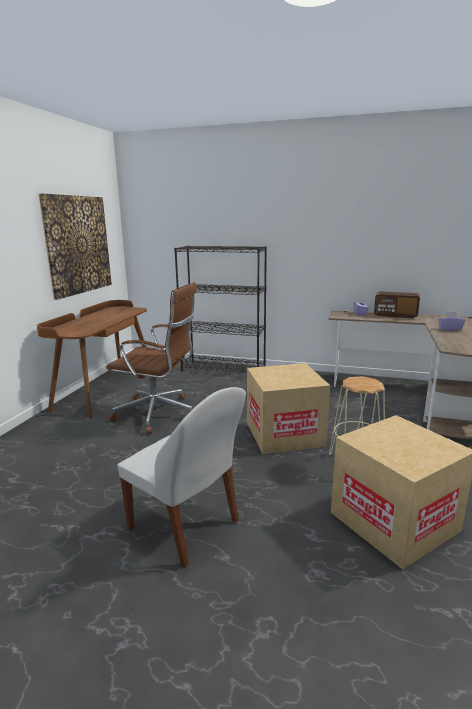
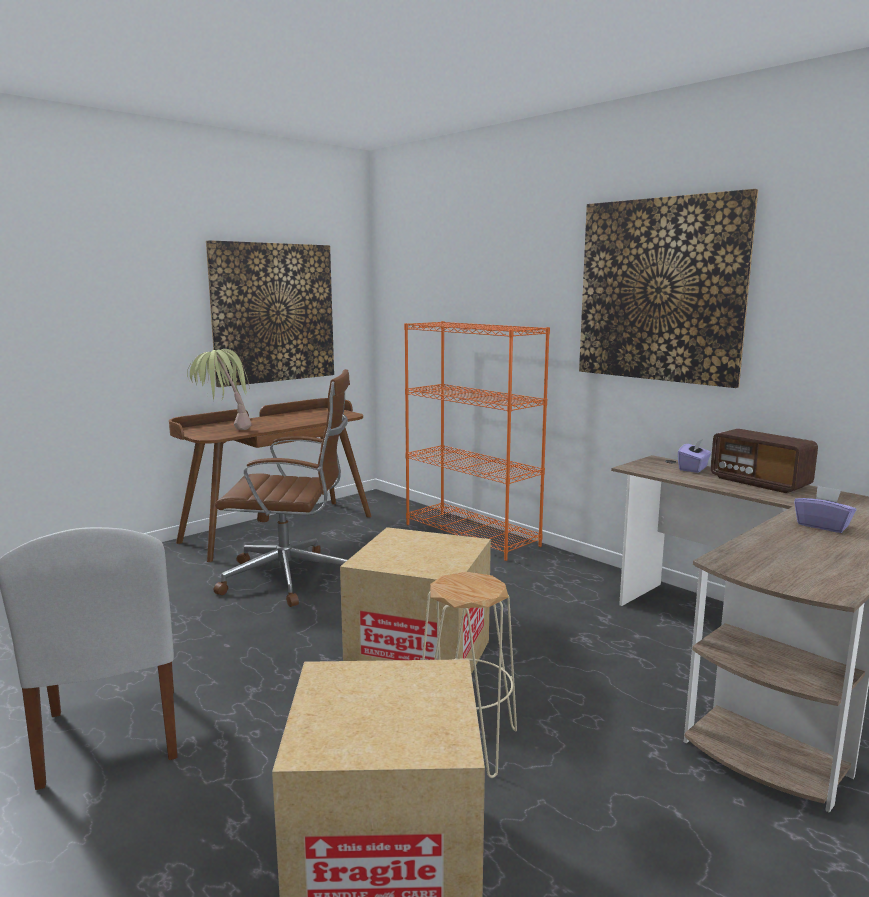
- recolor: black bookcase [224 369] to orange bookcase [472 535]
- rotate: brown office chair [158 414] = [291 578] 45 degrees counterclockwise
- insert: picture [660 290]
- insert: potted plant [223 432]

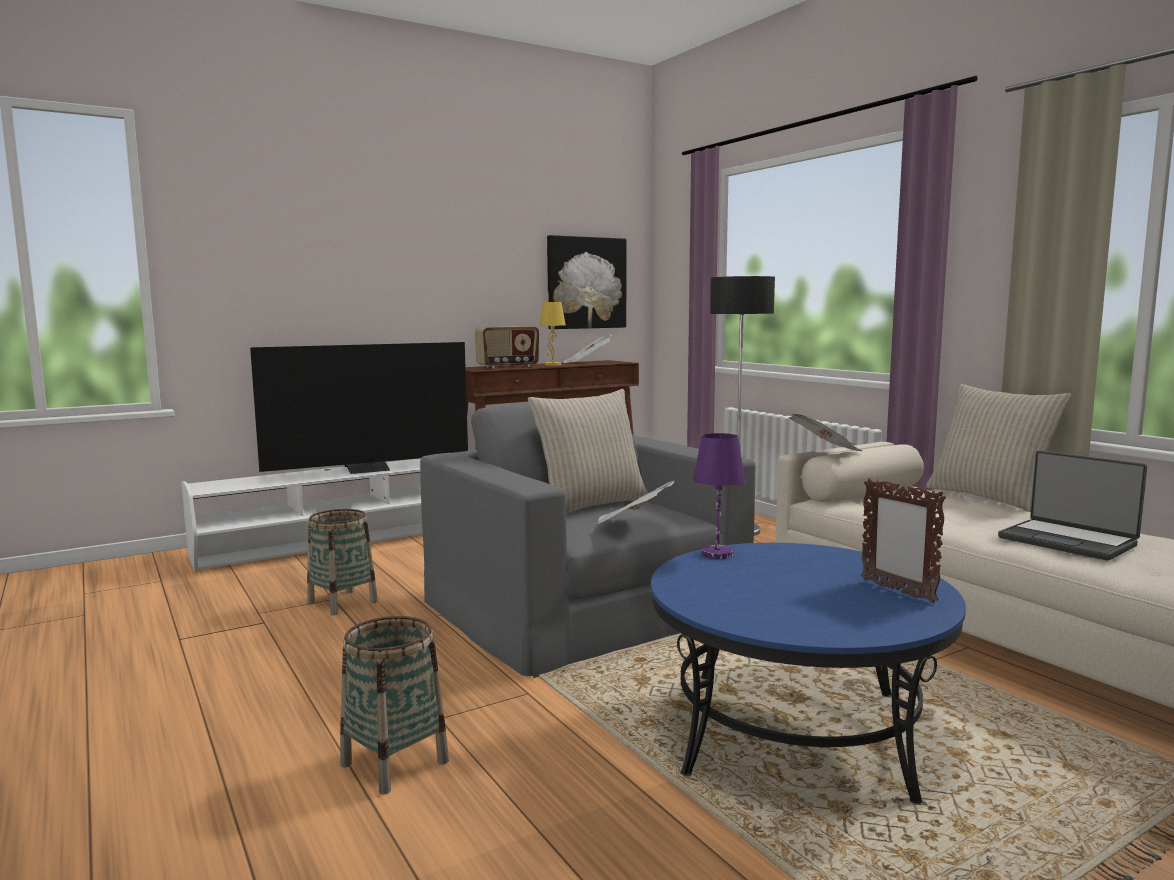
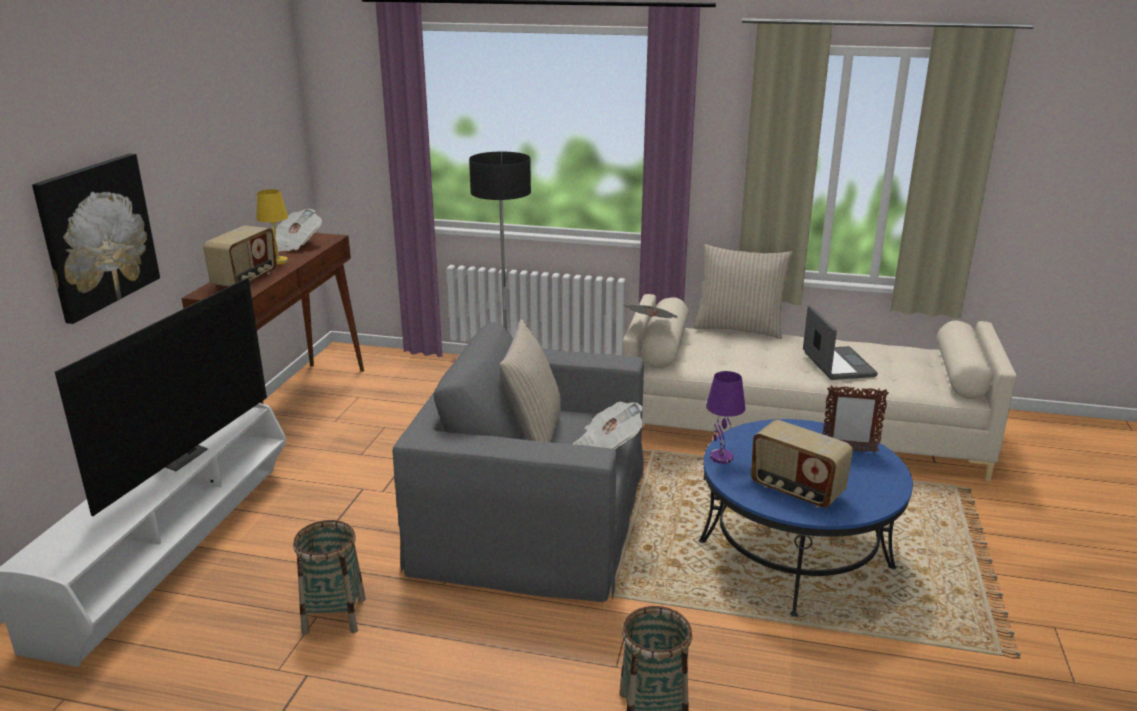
- move: picture [586 283] to [97 235]
- rotate: laptop [1068 541] = [837 364] 105 degrees counterclockwise
- insert: radio [796 490]

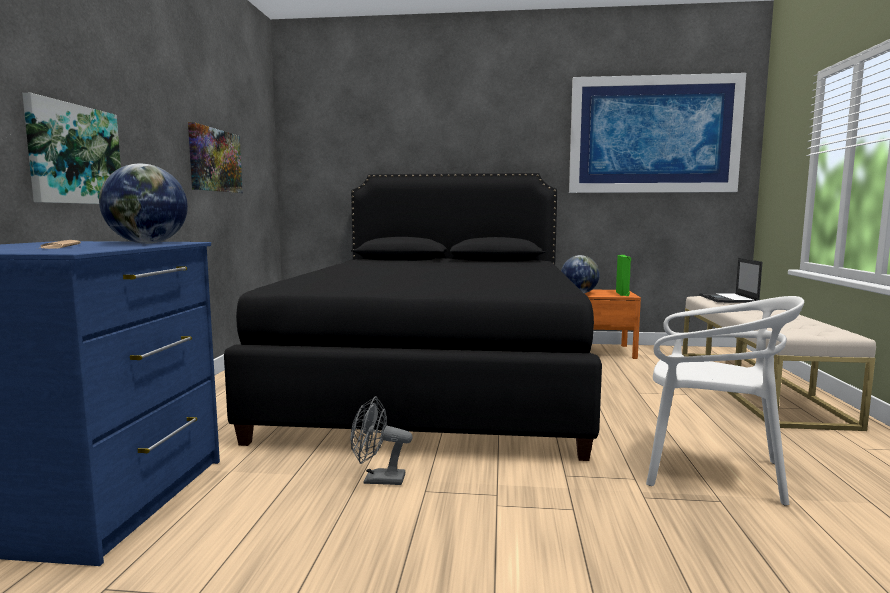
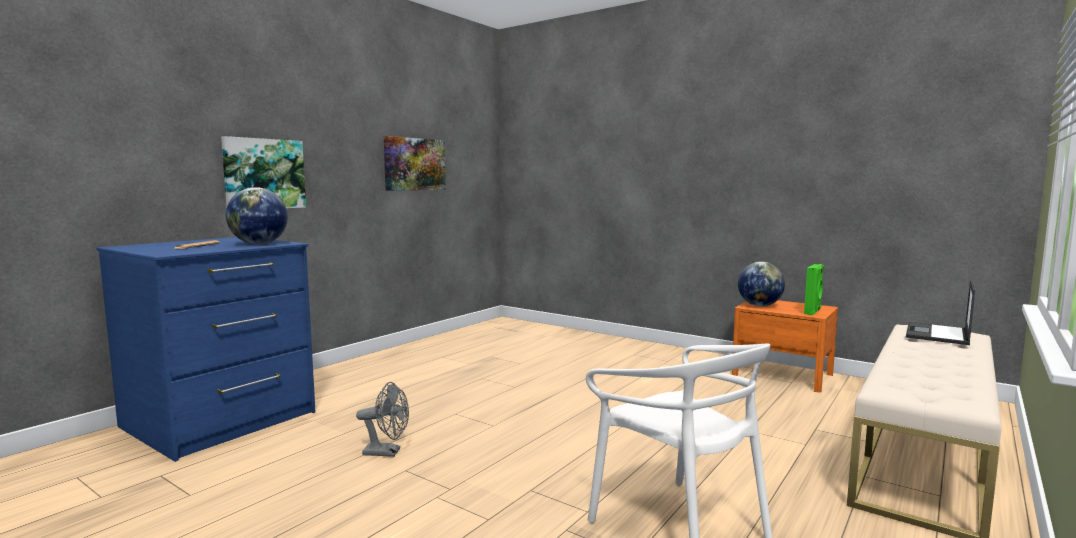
- delete: picture [653 135]
- delete: black bed [436 380]
- rotate: grey fan [377 480] = [387 452] 150 degrees clockwise

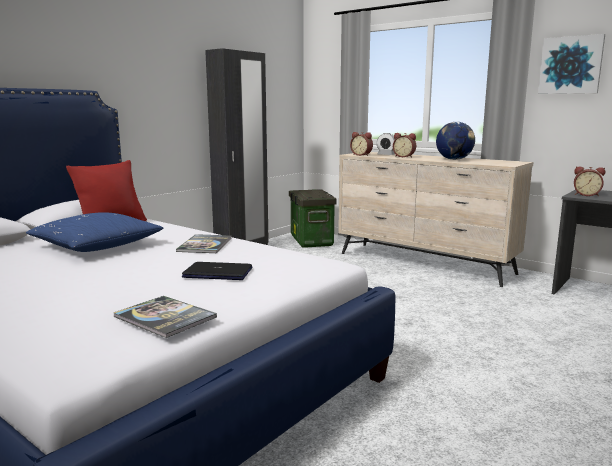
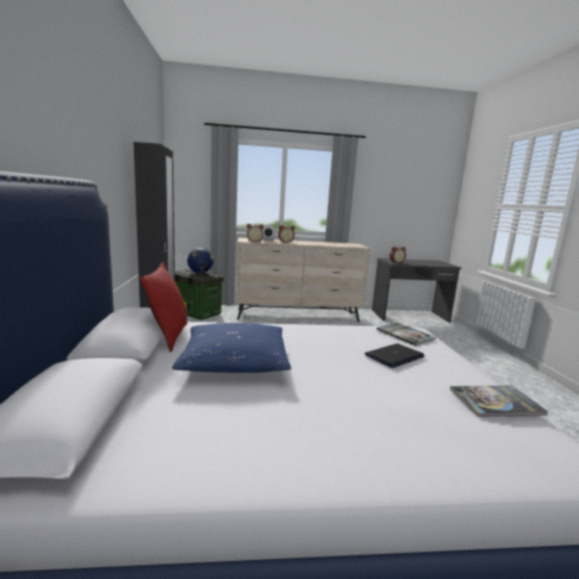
- delete: picture [571 65]
- move: globe [454 159] to [200 273]
- move: book [205 245] to [405 334]

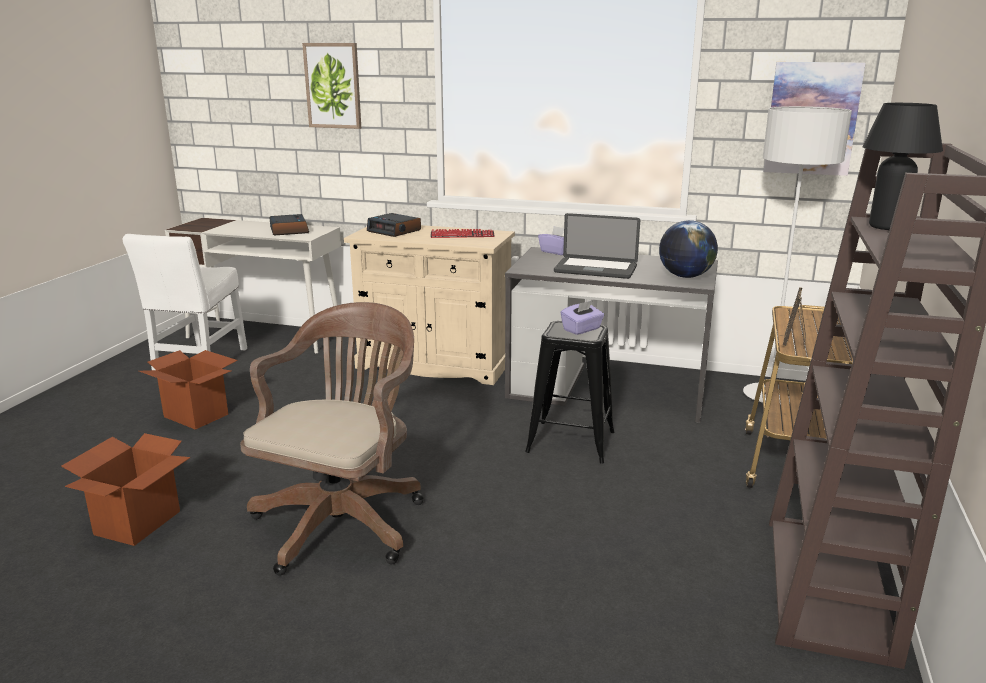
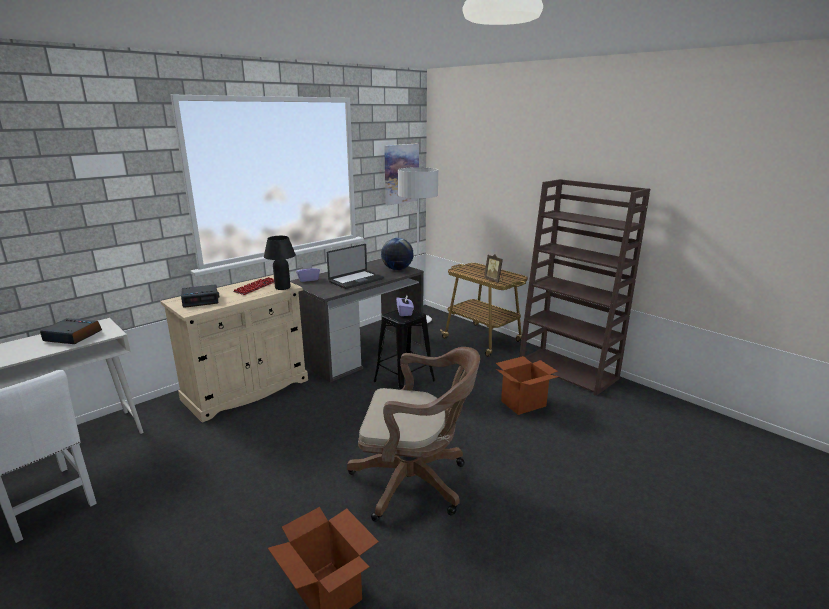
- delete: picture [333 86]
- move: black table lamp [887 227] to [282 288]
- rotate: brown office chair [344 520] = [415 482] 135 degrees clockwise
- move: cardboard box [196 415] to [523 403]

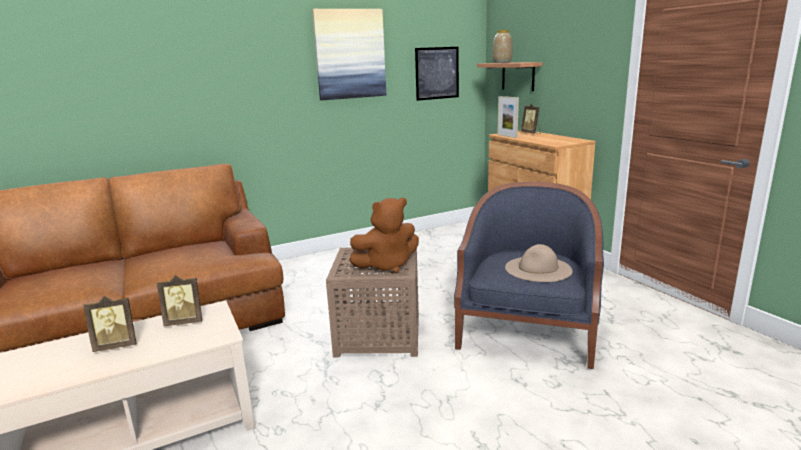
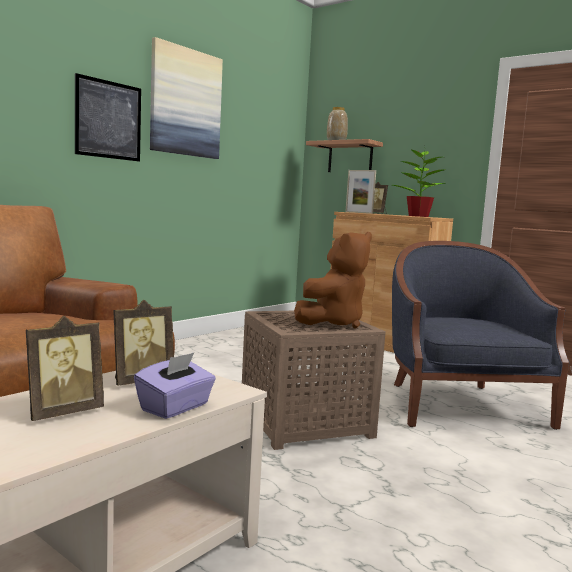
- move: picture [437 73] to [108 120]
- delete: beige hat [538 269]
- insert: potted plant [418 216]
- insert: purple tissue box [175 408]

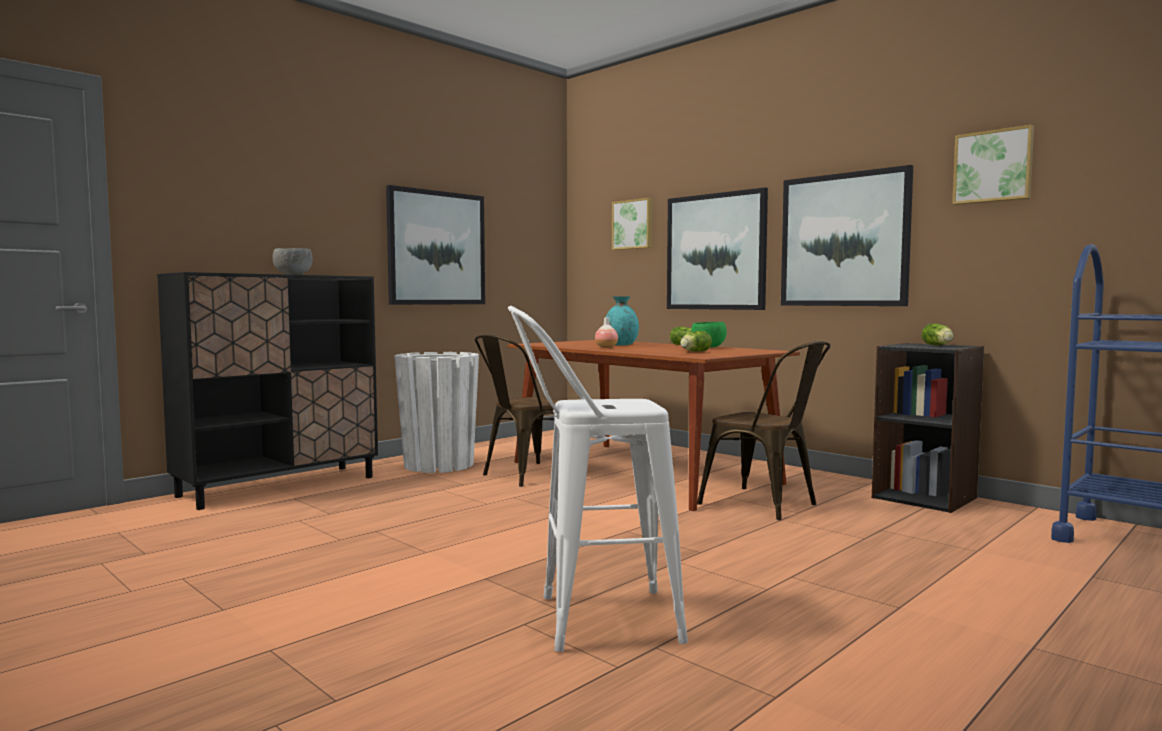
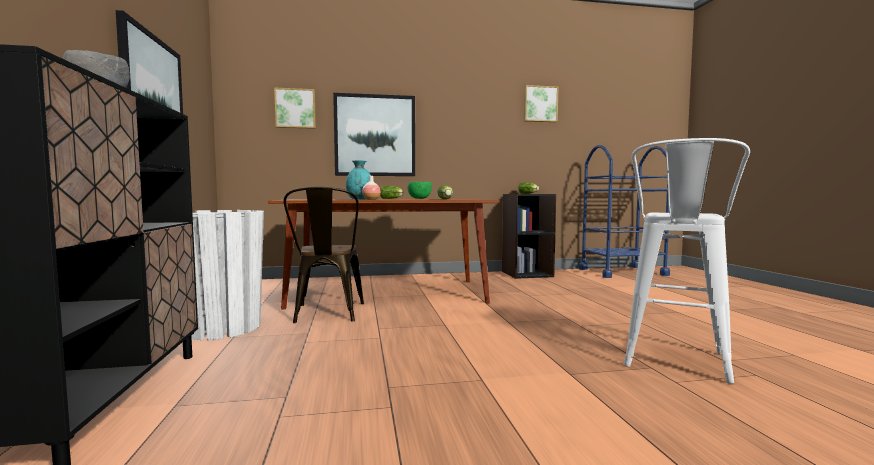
- delete: picture [844 240]
- delete: brown chair [766 505]

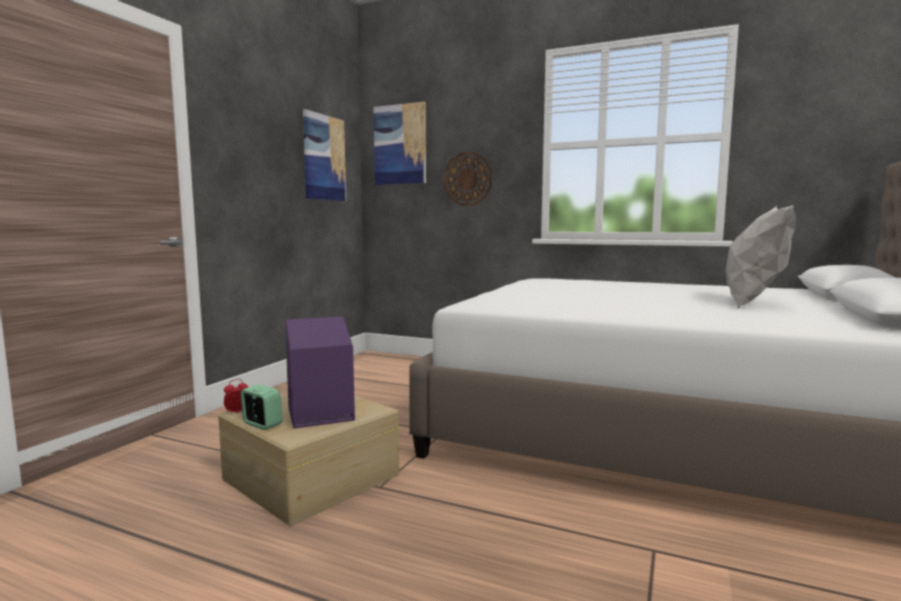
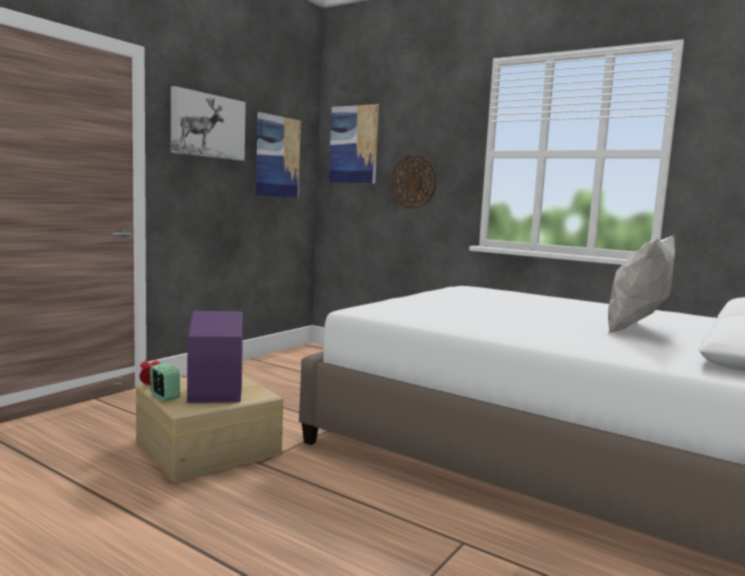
- insert: picture [208 126]

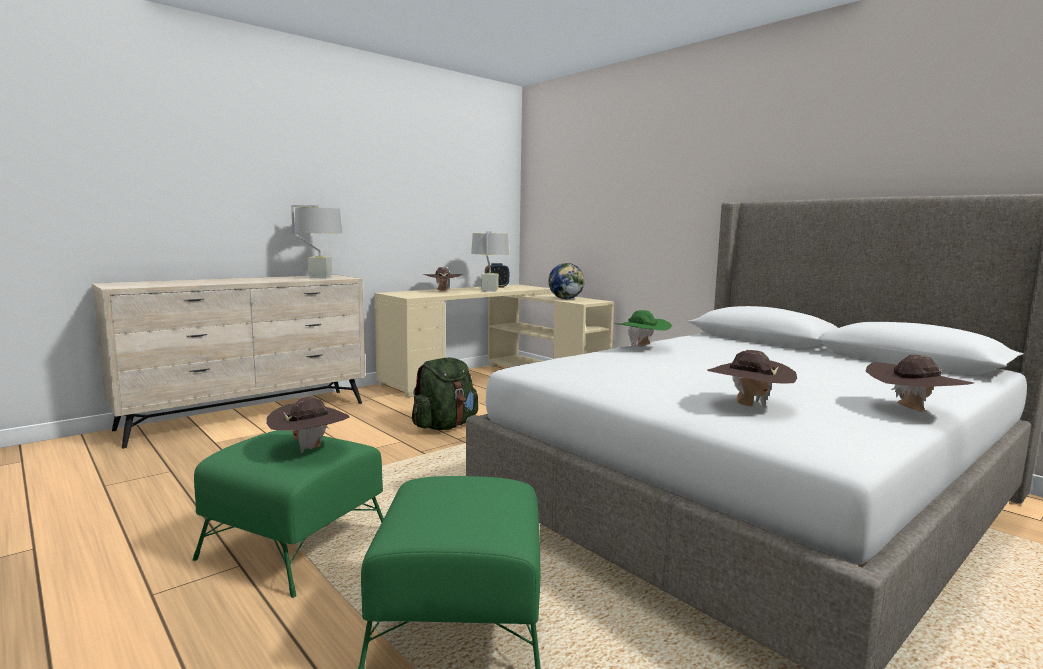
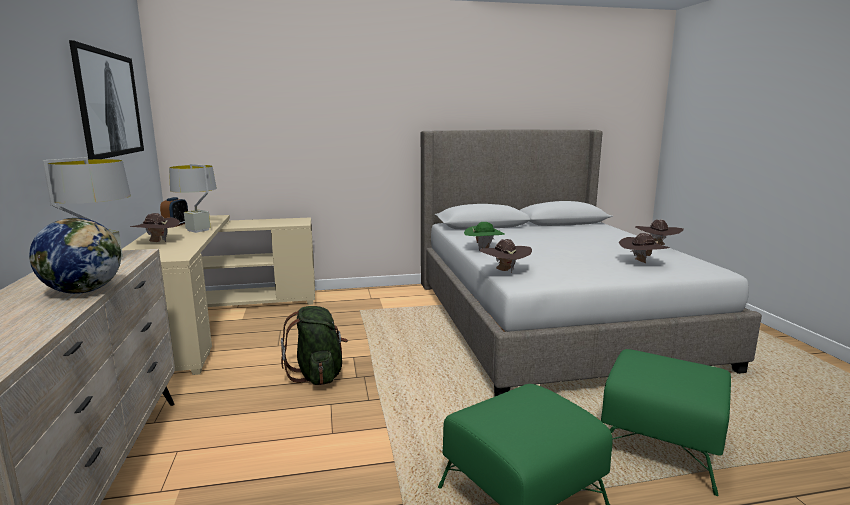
- move: globe [566 299] to [84 291]
- move: brown hat [309 448] to [504 271]
- insert: picture [110 104]

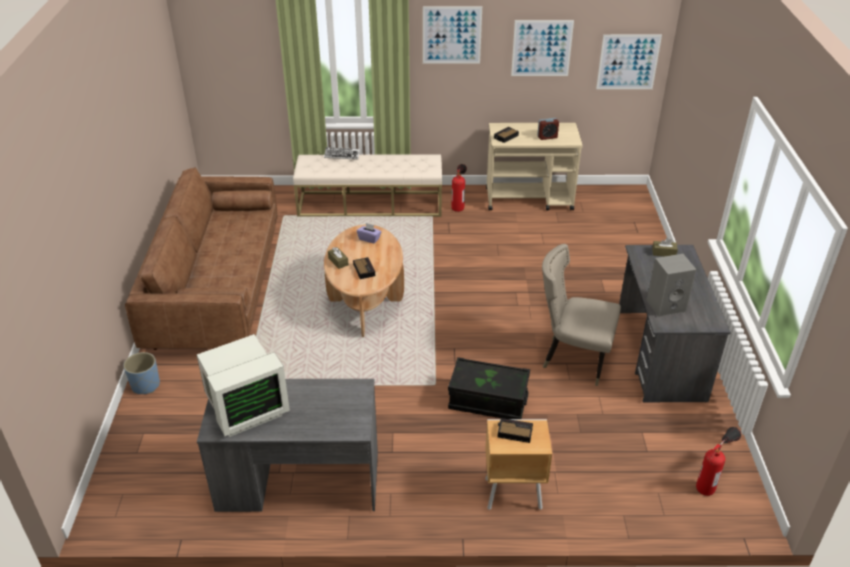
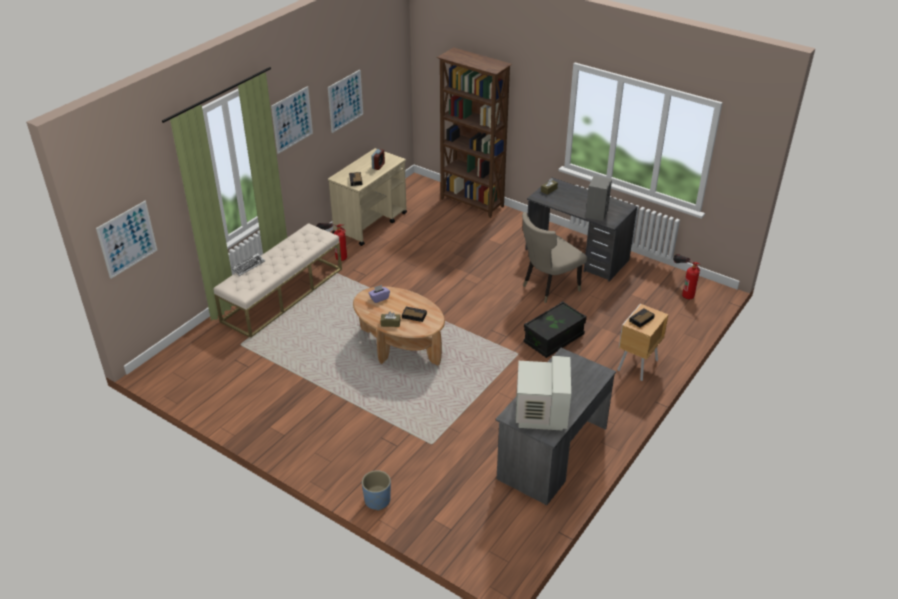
- move: picture [628 62] to [127 239]
- delete: brown sofa [217 290]
- insert: brown bookcase [472 203]

